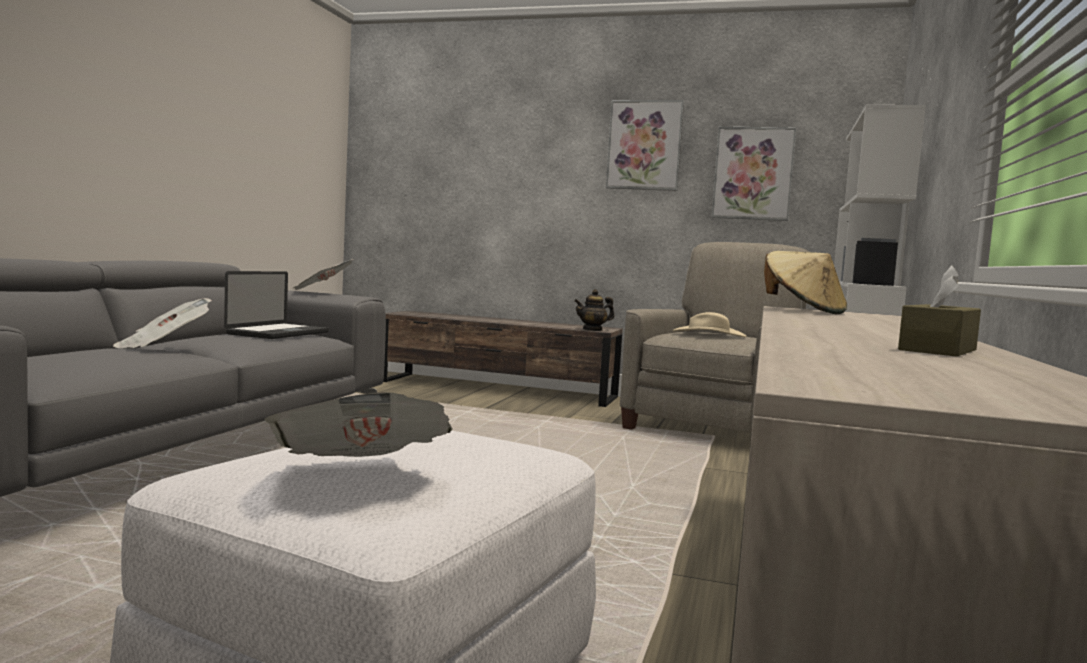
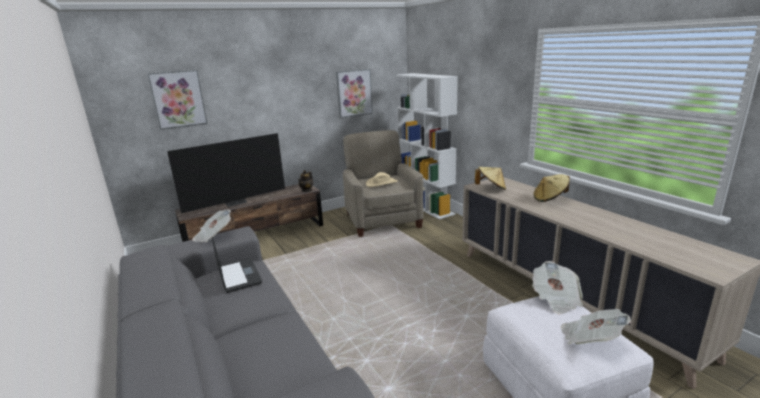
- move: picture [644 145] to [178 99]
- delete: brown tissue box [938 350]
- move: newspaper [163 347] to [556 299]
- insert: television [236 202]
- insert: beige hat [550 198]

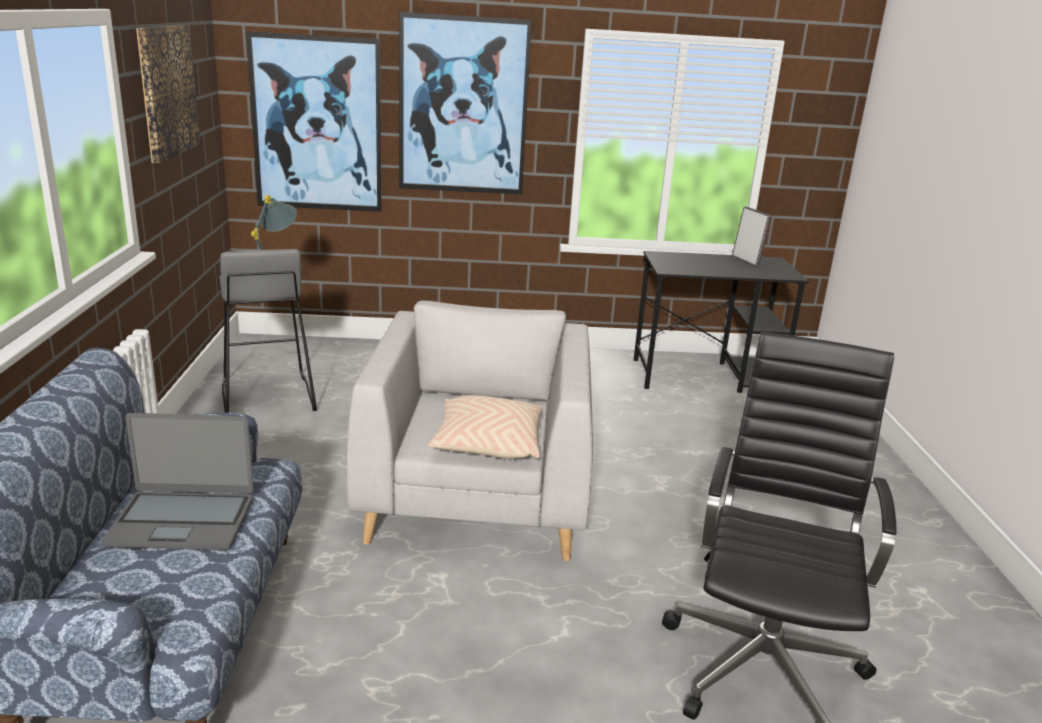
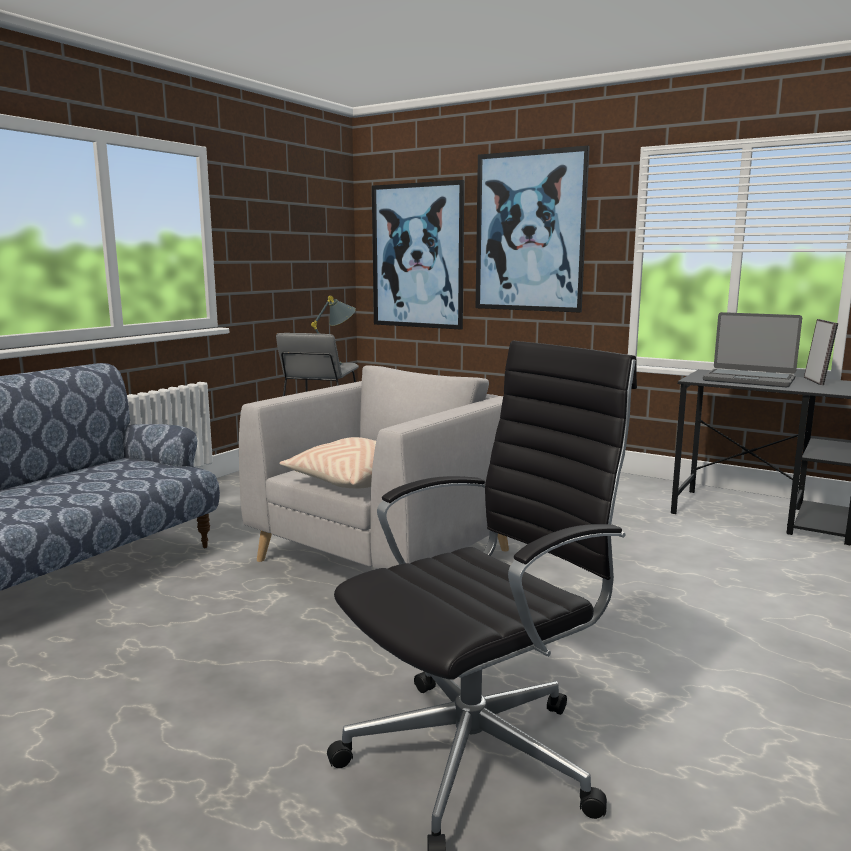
- delete: picture [167 91]
- move: laptop [182 521] to [749 379]

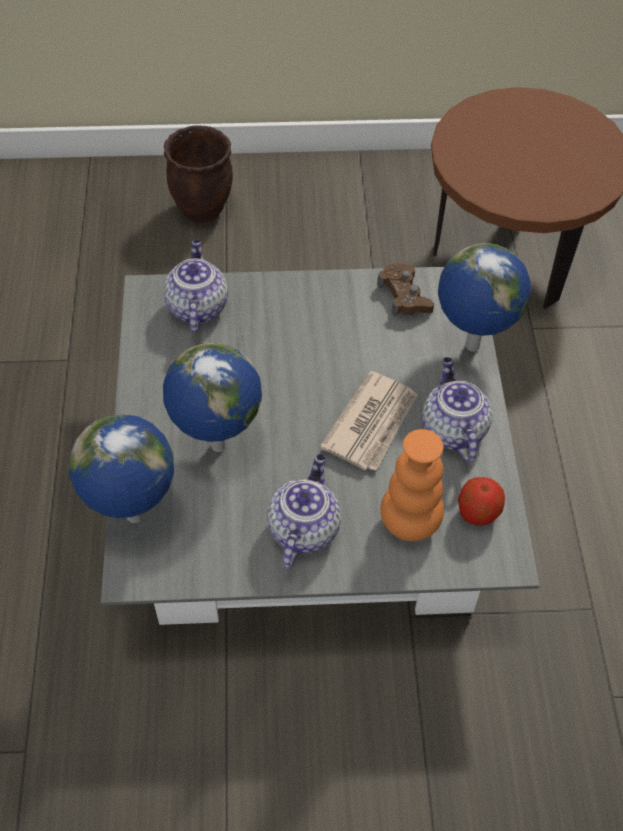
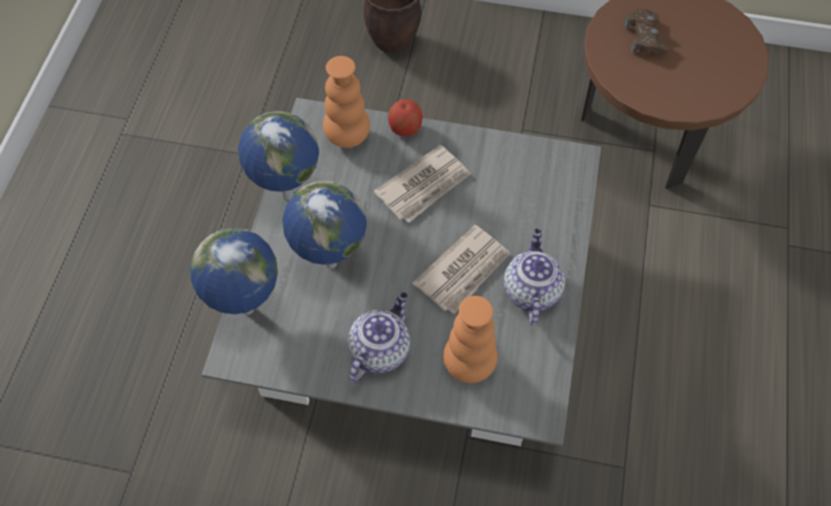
- replace: teapot [197 307] to orange vase [347 137]
- move: globe [471 347] to [286 195]
- move: brown game controller [404 296] to [645 38]
- move: apple [477 513] to [405 129]
- insert: newspaper [424 186]

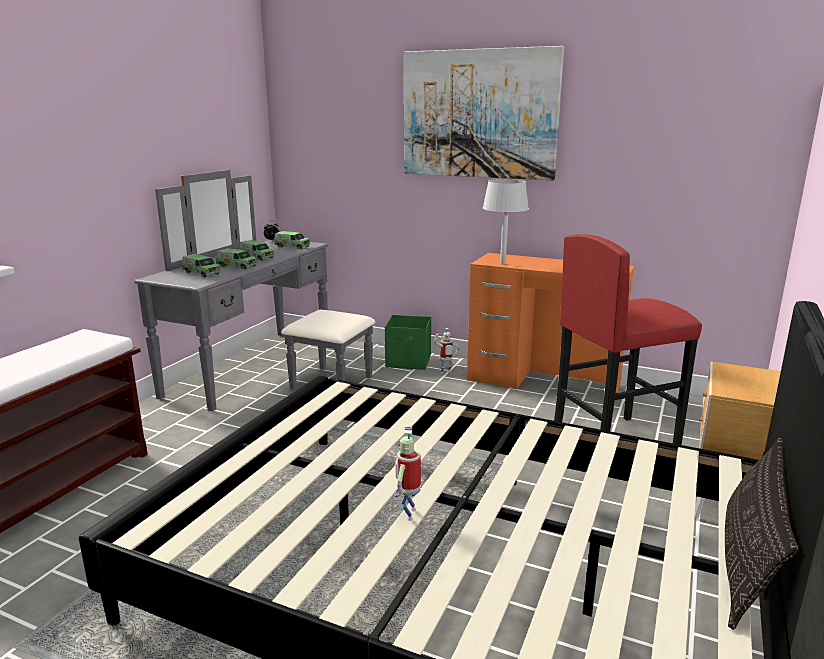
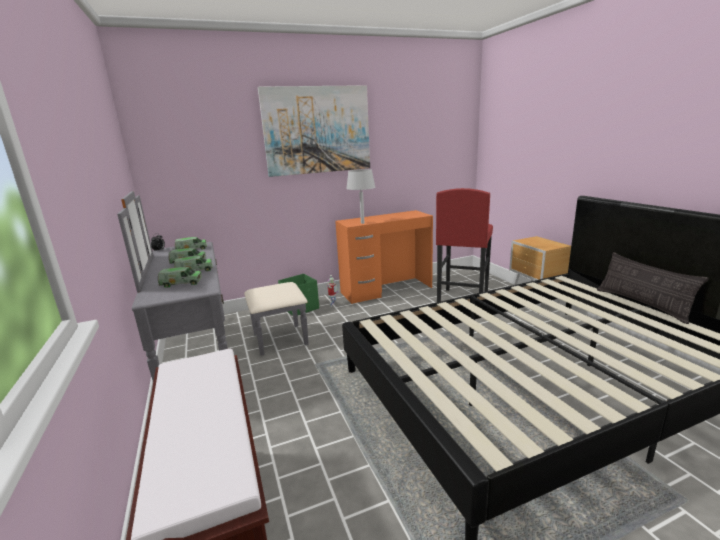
- delete: toy robot [408 513]

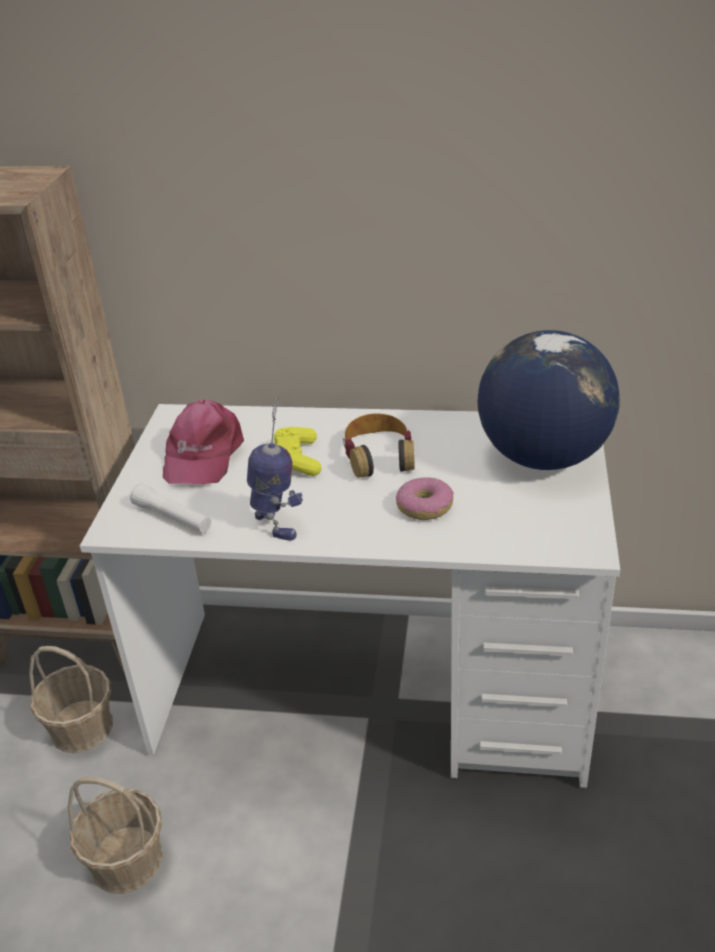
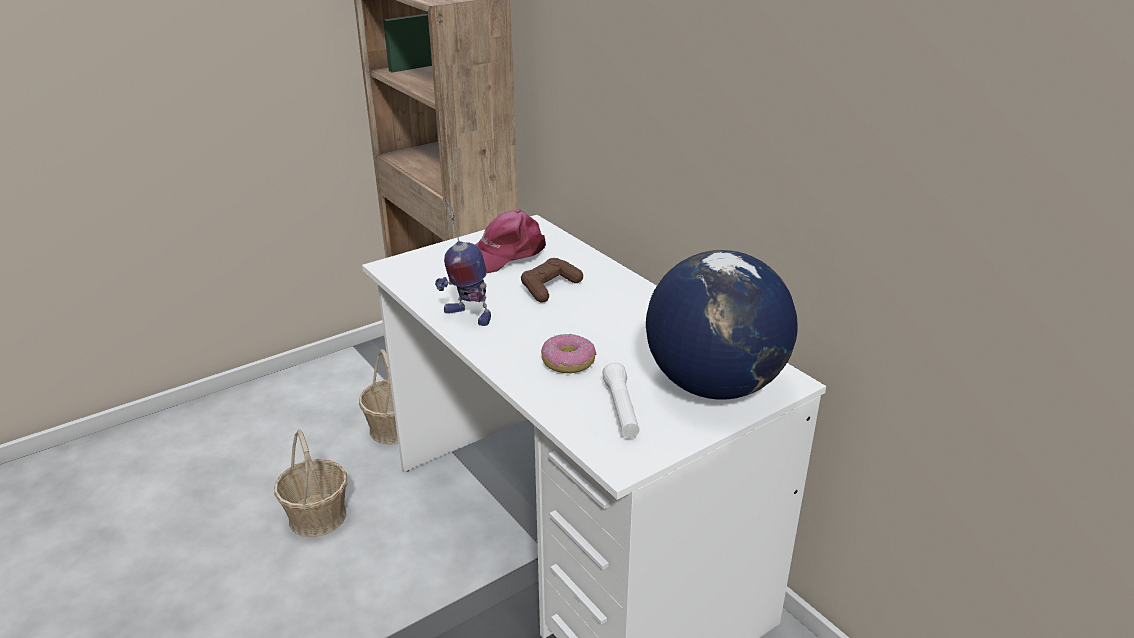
- rotate: toy robot [277 524] = [467 316] 105 degrees clockwise
- delete: headphones [379 455]
- recolor: yellow game controller [298 459] to brown game controller [550 288]
- move: white flashlight [173 518] to [621 409]

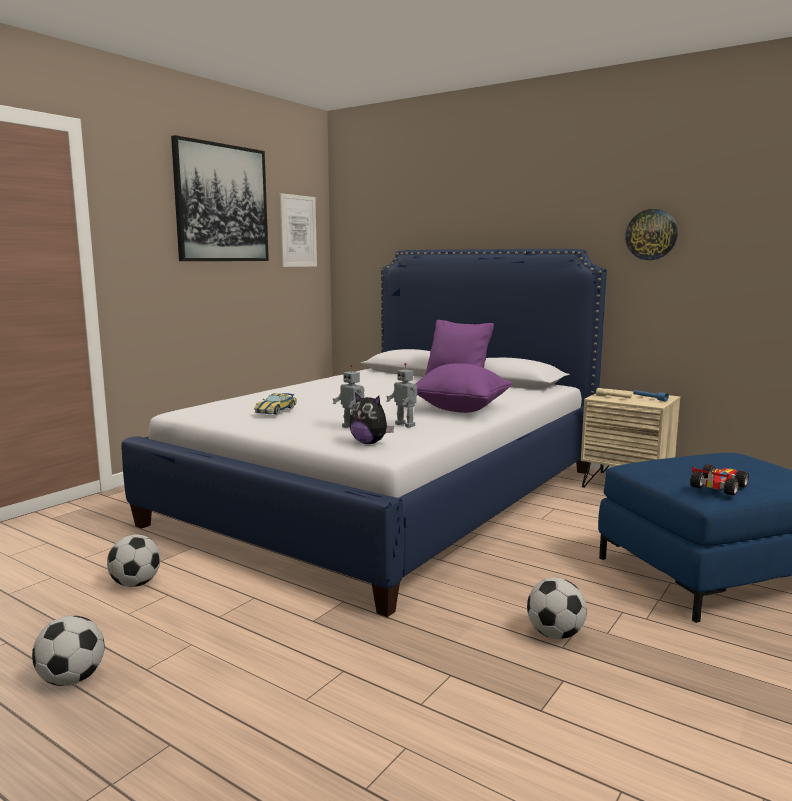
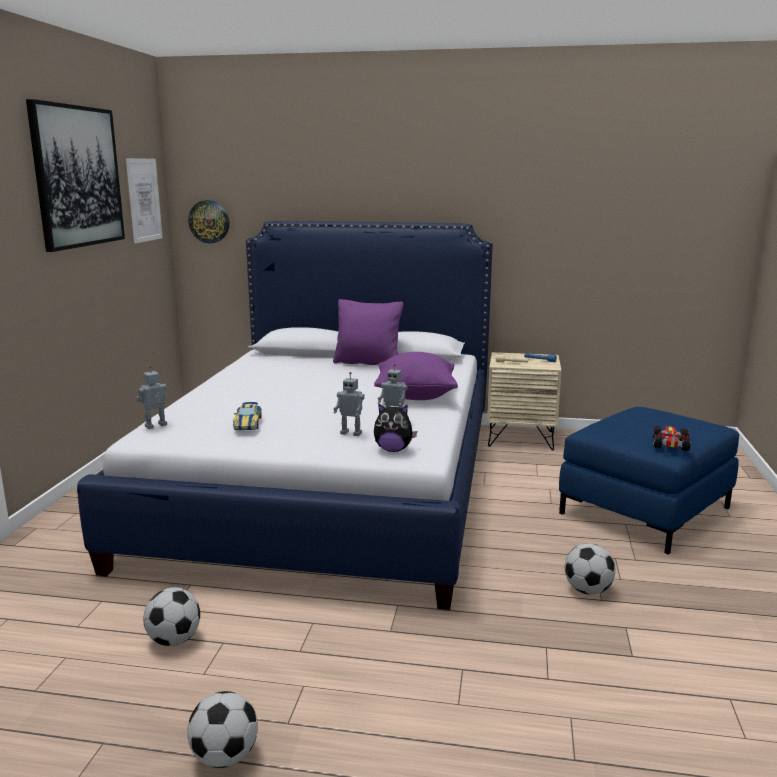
- move: wall clock [651 234] to [209 221]
- insert: toy robot [156 426]

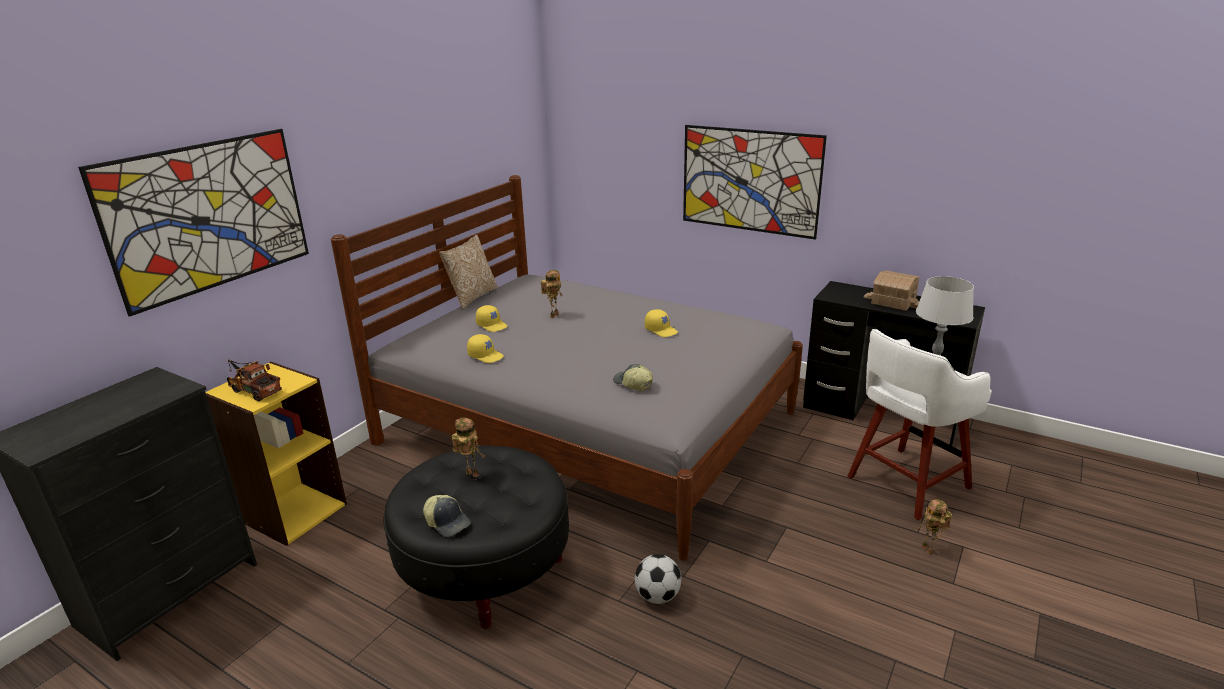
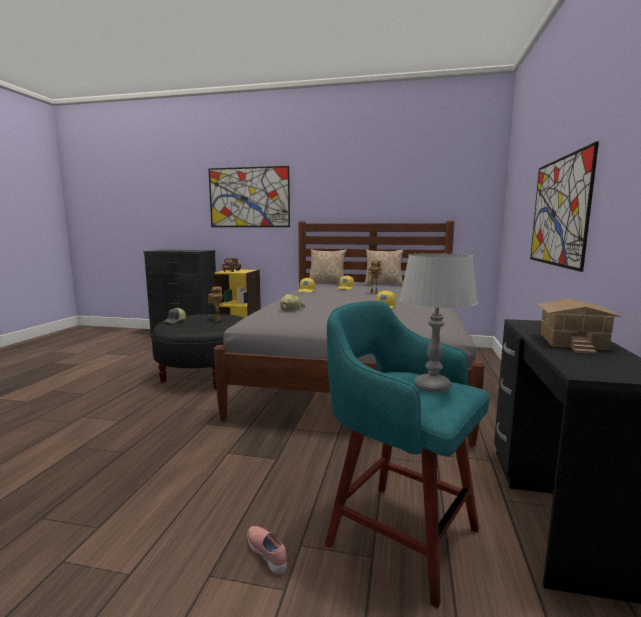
- recolor: white stool [905 483] to turquoise stool [398 534]
- replace: toy robot [929 550] to pink shoe [267 554]
- delete: football [657 596]
- insert: pillow [327 284]

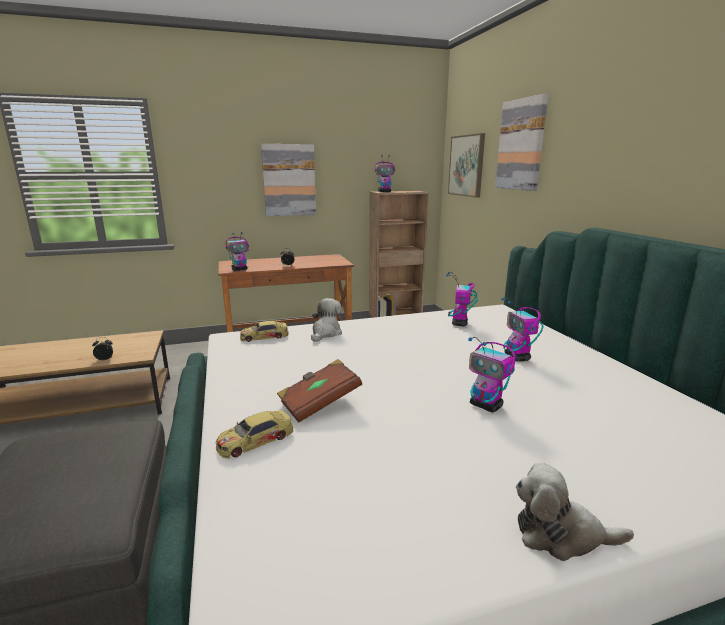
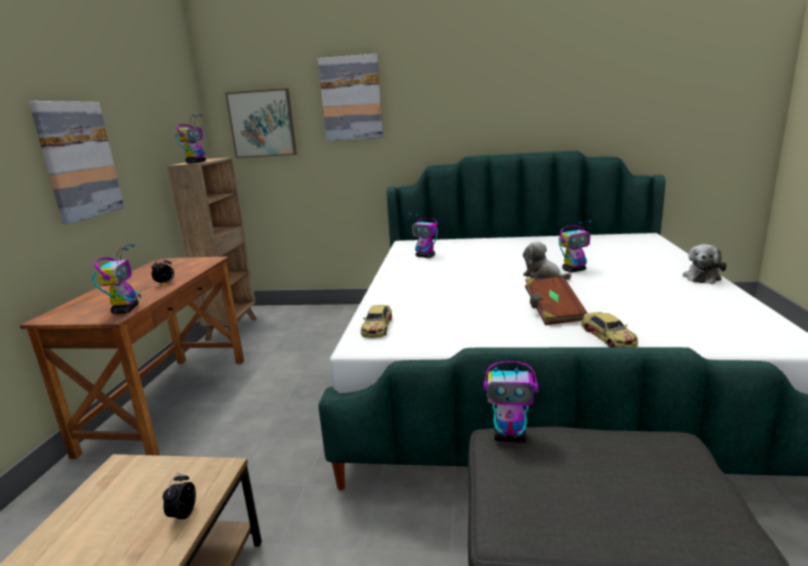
- move: toy robot [517 357] to [510 436]
- move: plush toy [325 333] to [543 276]

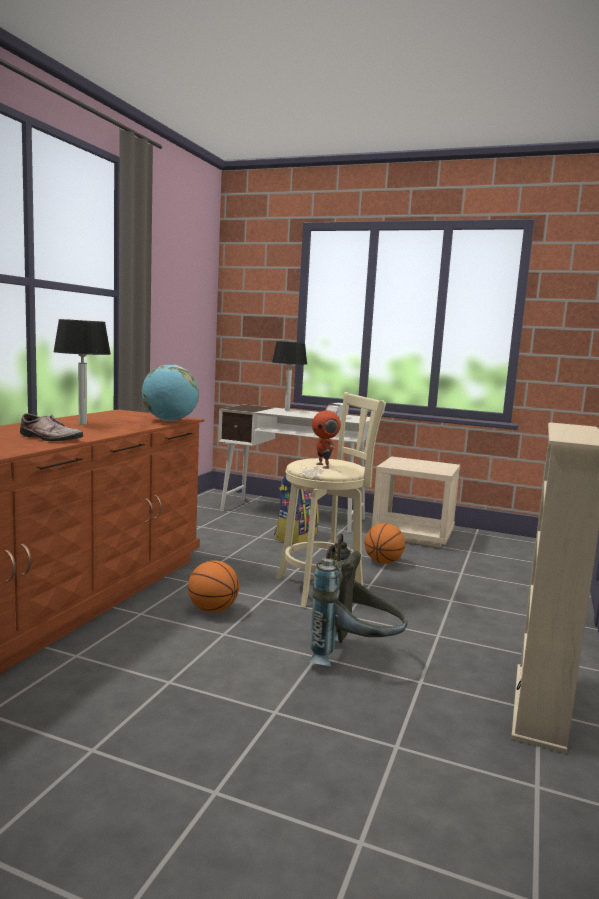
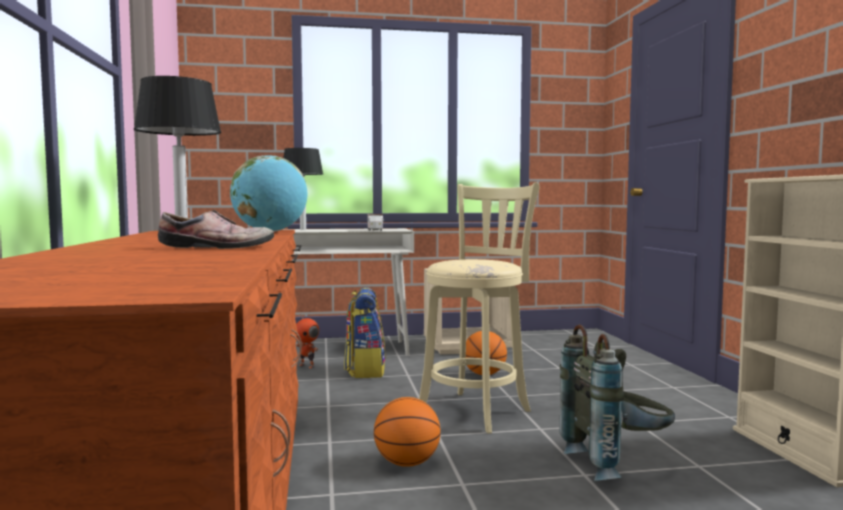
- move: toy robot [324 466] to [307 366]

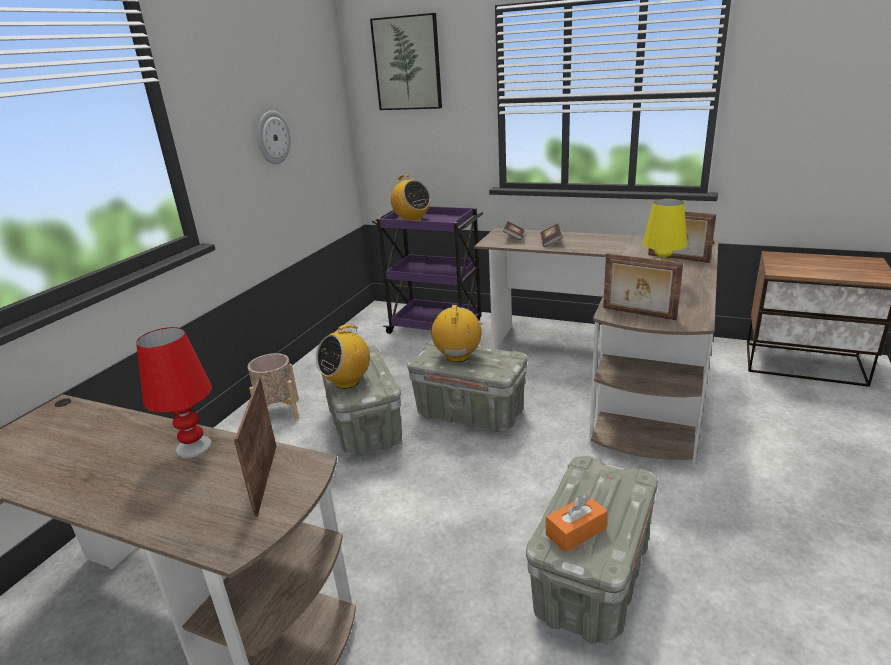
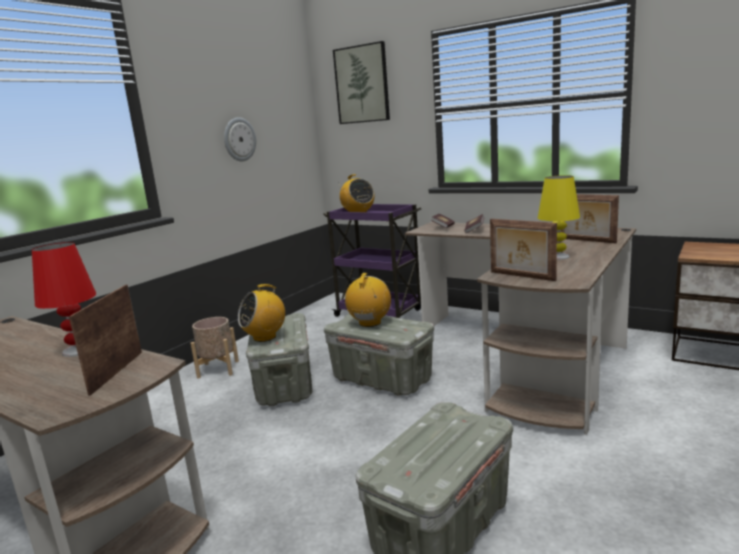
- delete: orange tissue box [576 531]

